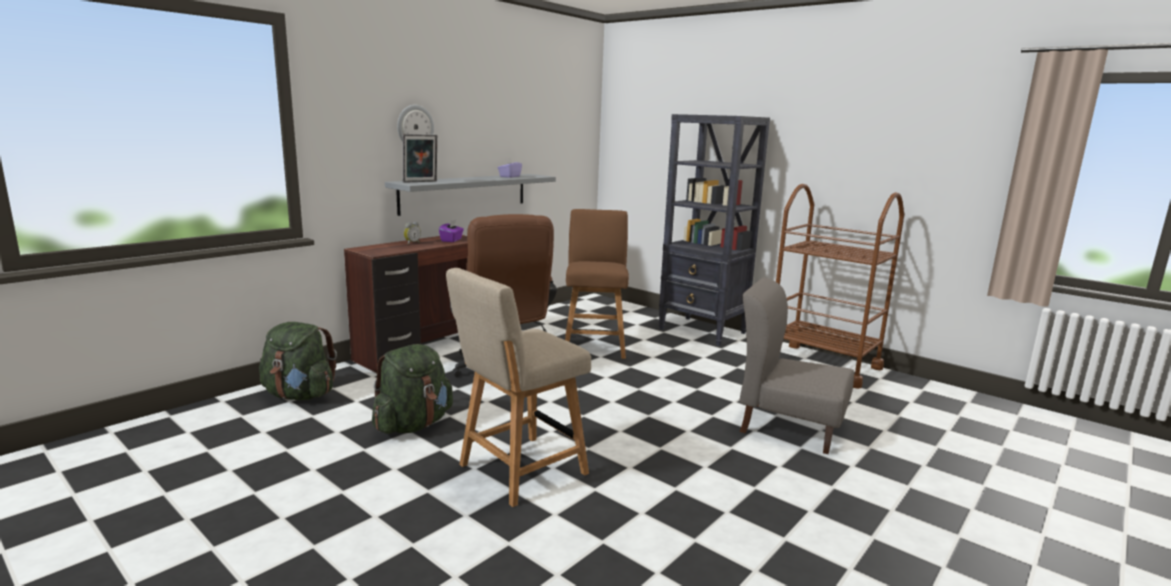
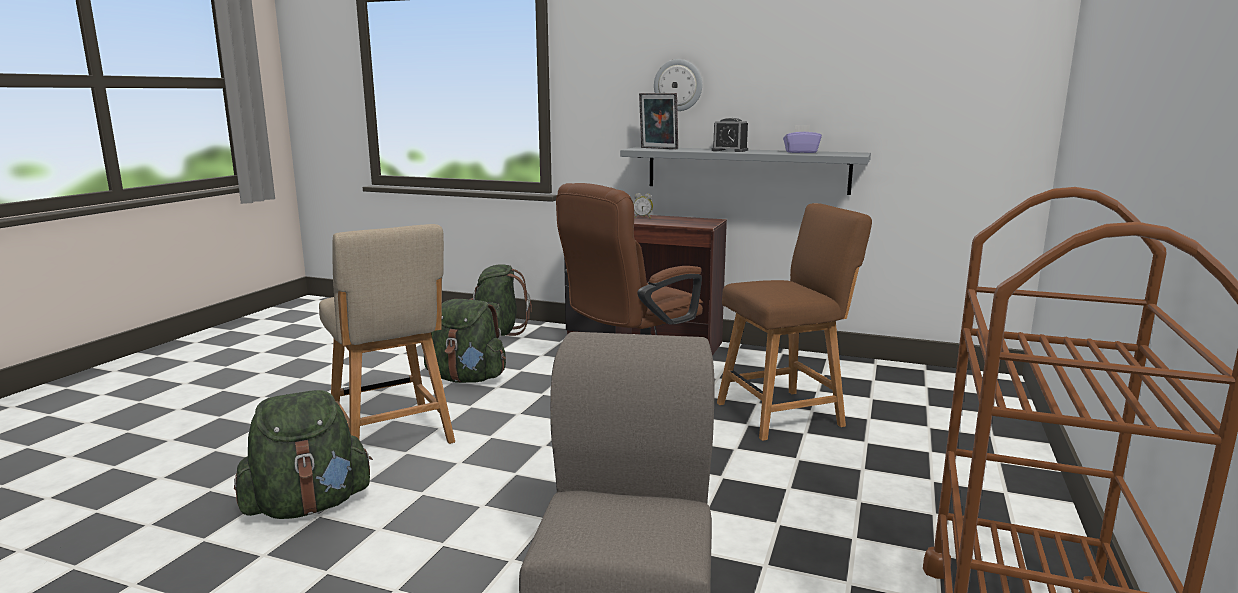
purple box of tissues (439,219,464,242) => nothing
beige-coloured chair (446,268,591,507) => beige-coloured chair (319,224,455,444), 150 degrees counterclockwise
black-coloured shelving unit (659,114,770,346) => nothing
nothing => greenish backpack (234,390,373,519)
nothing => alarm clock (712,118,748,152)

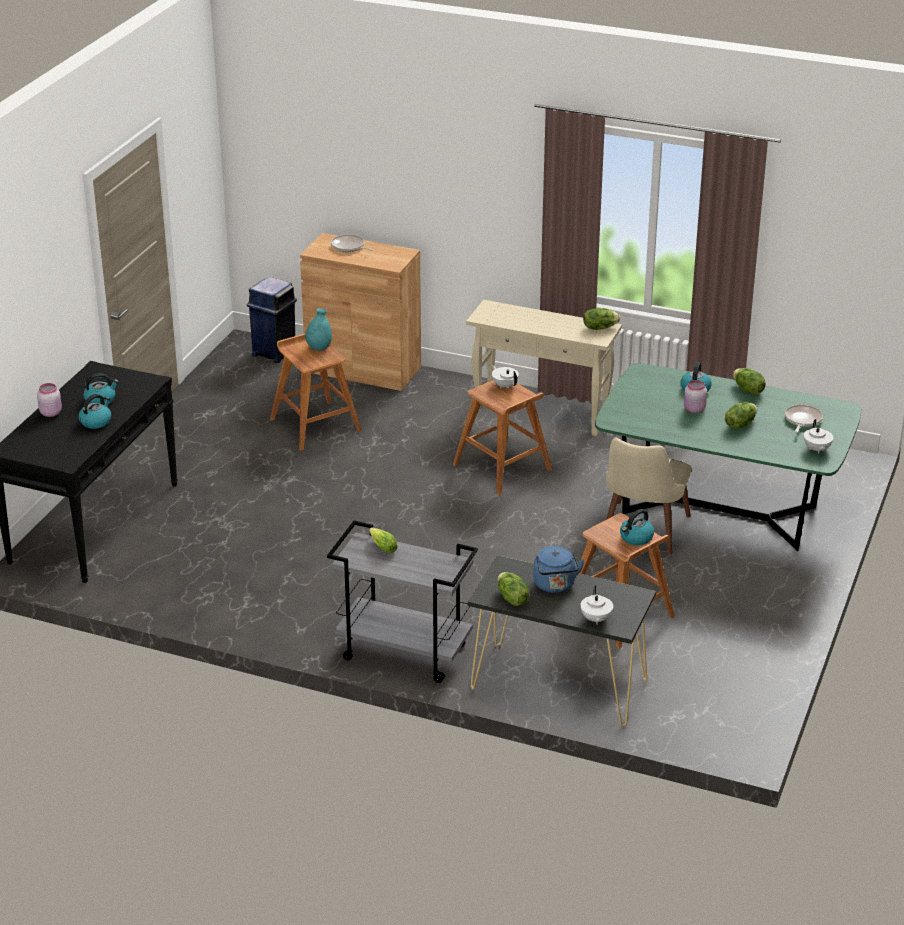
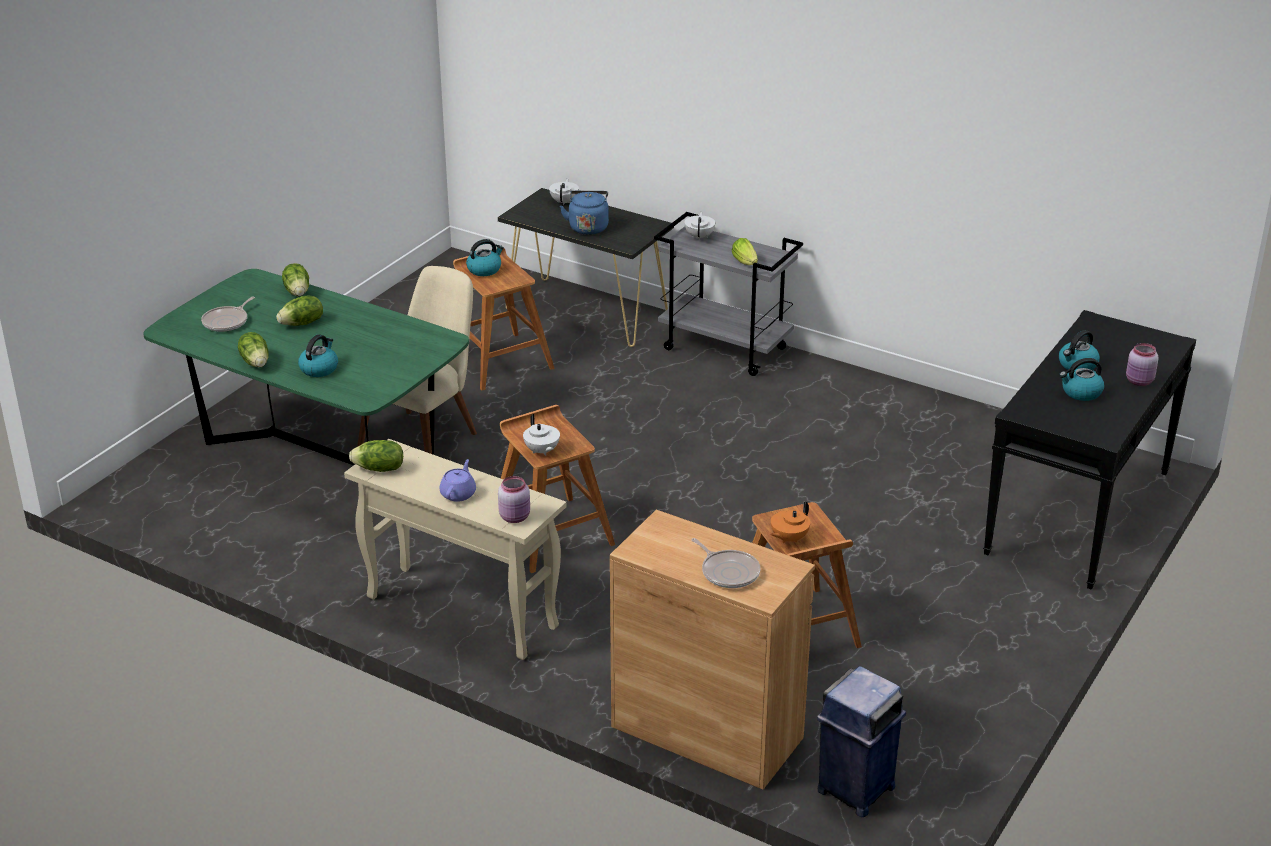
turquoise-coloured flower vase (305,309,332,351) => orange-coloured tea pot (770,501,810,543)
lettuce (498,572,529,606) => lettuce (282,263,309,296), relocated
pink storage jar (684,380,707,413) => pink storage jar (498,476,530,523), relocated
white tea pot (804,419,833,454) => white tea pot (685,212,715,240), relocated
nothing => purple tea pot (440,459,476,502)

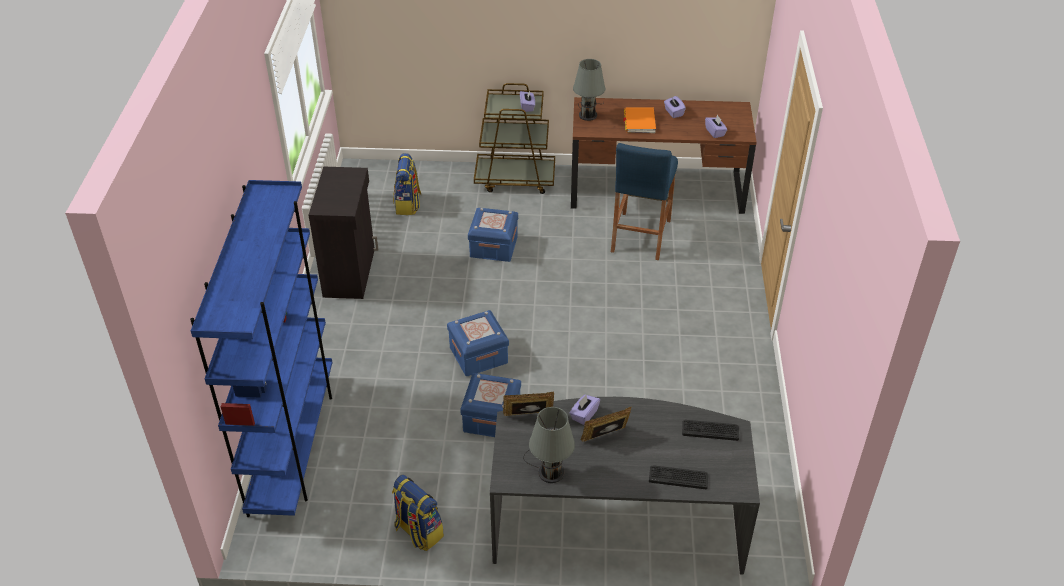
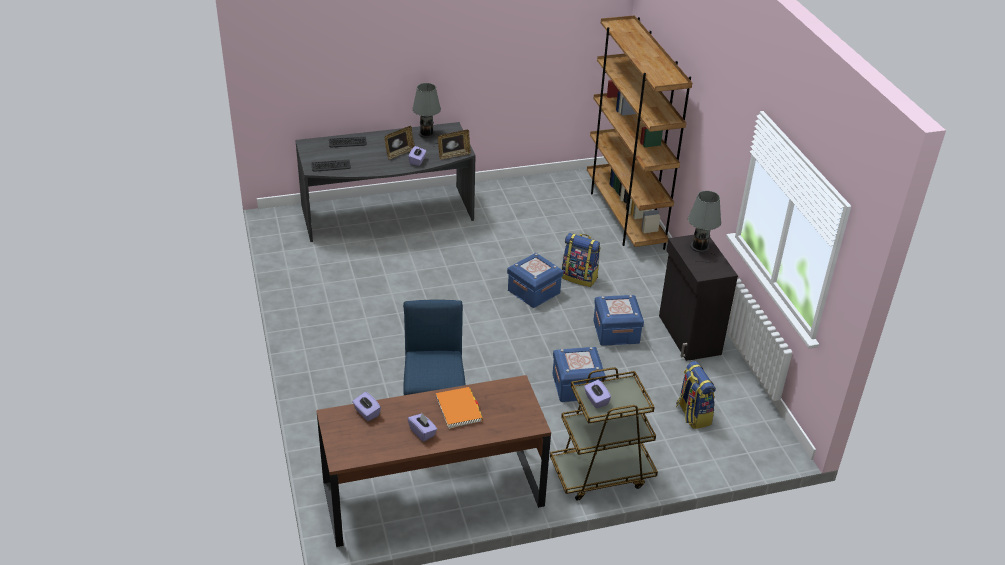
blue-coloured shelving unit (190,180,333,517) => brownish shelving unit (587,15,692,250)
backpack (392,475,444,551) => backpack (562,233,601,287), relocated
blue-coloured storage container (460,373,521,437) => blue-coloured storage container (593,295,644,346), relocated
greyish table lamp (573,59,605,121) => greyish table lamp (688,191,721,264), relocated

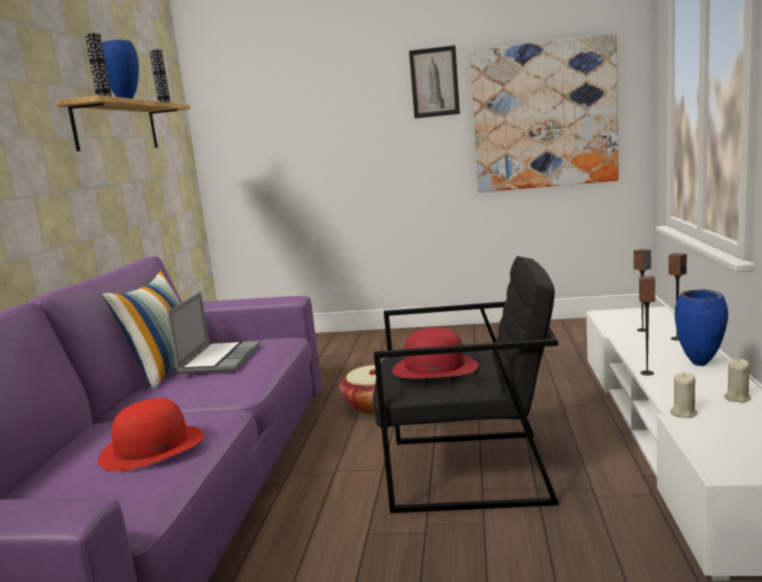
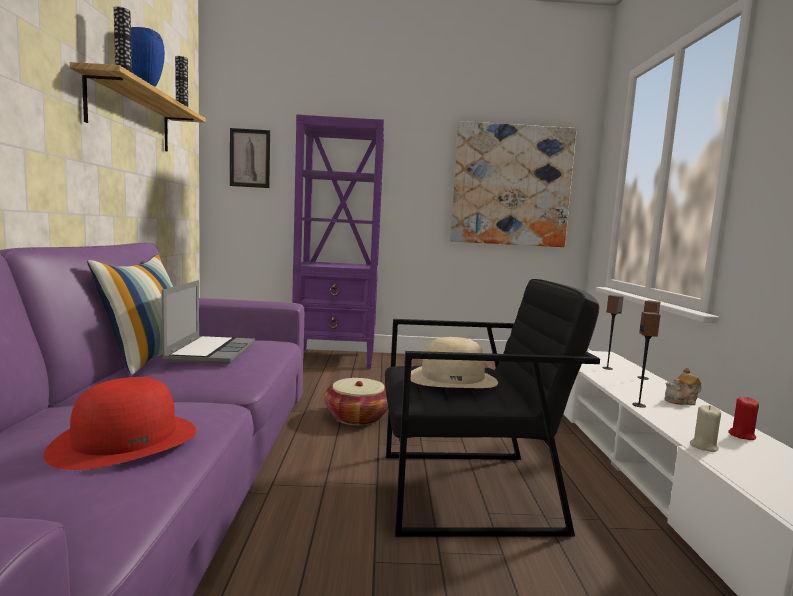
reddish clothing hat (392,328,478,379) => beige-coloured clothing hat (410,337,498,388)
picture (409,45,460,118) => picture (230,128,270,188), relocated
blue-coloured flower vase (675,289,728,366) => tea pot (664,368,702,405)
beige-coloured wax light (724,359,751,403) => reddish wax light (728,397,759,440)
nothing => purple shelving unit (292,114,384,369)

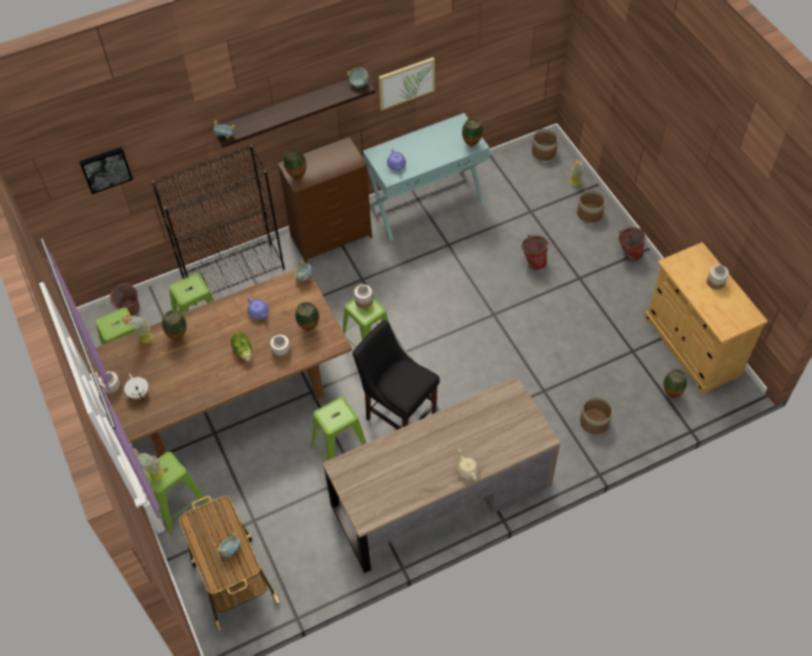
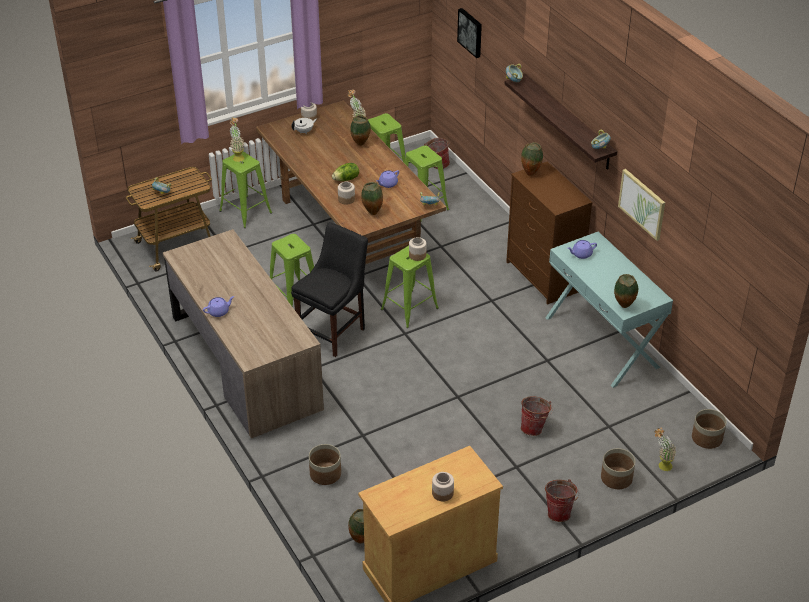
black-coloured shelving unit (151,145,285,305) => nothing
beige-coloured tea pot (456,448,479,481) => purple tea pot (203,296,234,317)

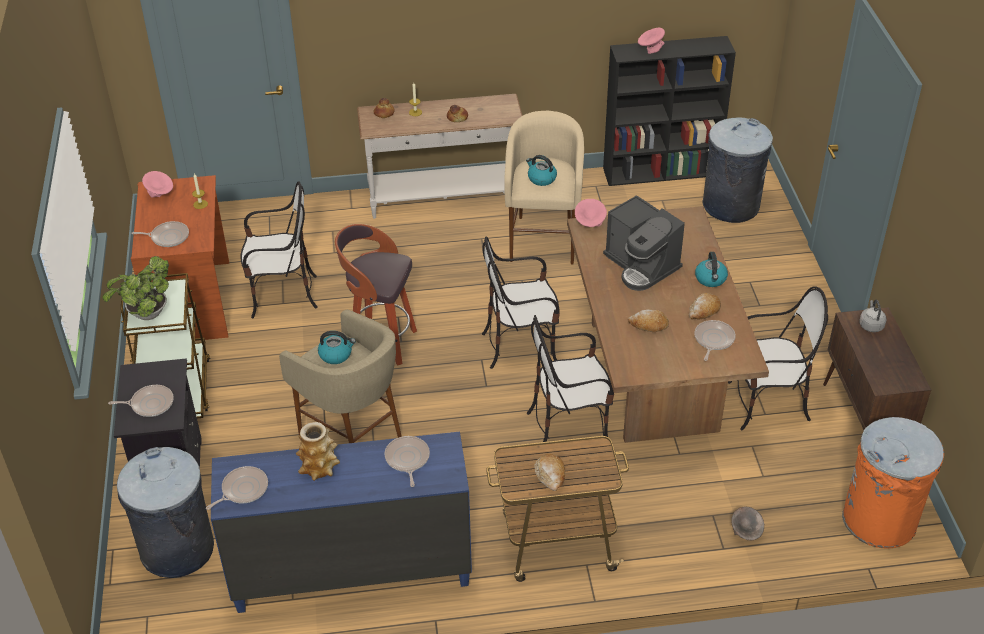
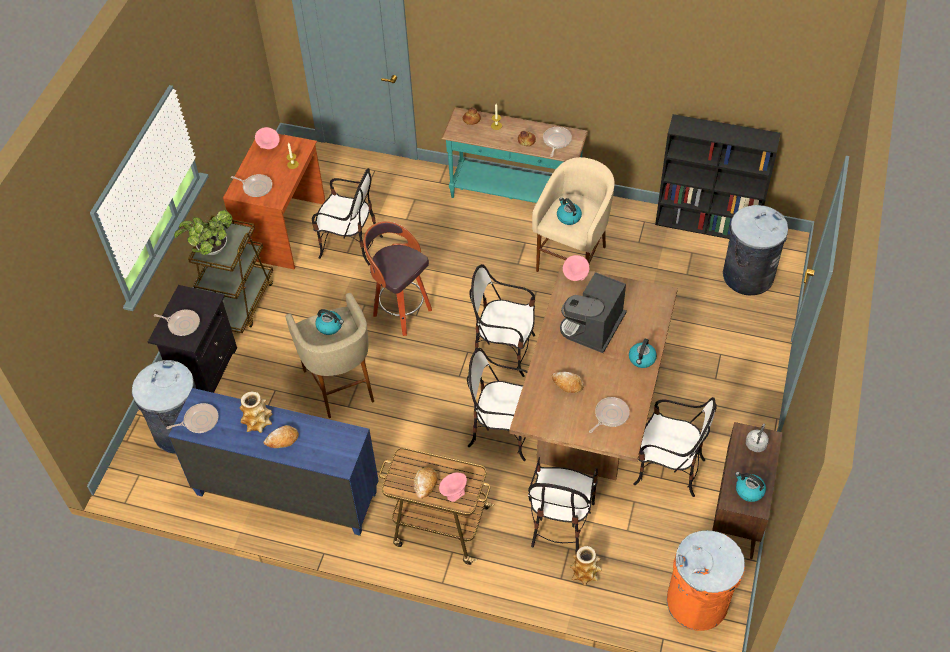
white console table (357,94,523,219) => turquoise-coloured console table (441,107,588,203)
skillet (385,436,430,487) => skillet (543,127,572,157), relocated
coffee machine (603,195,685,291) => coffee machine (560,272,627,353), 45 degrees clockwise
pink bowl (638,28,665,54) => pink bowl (439,472,467,502), relocated
baked bread (689,293,721,320) => baked bread (264,425,299,448), relocated
greyish bowl (731,506,764,541) => flower vase (570,546,602,586)
nothing => chair (528,457,598,554)
nothing => kettle (735,472,766,502)

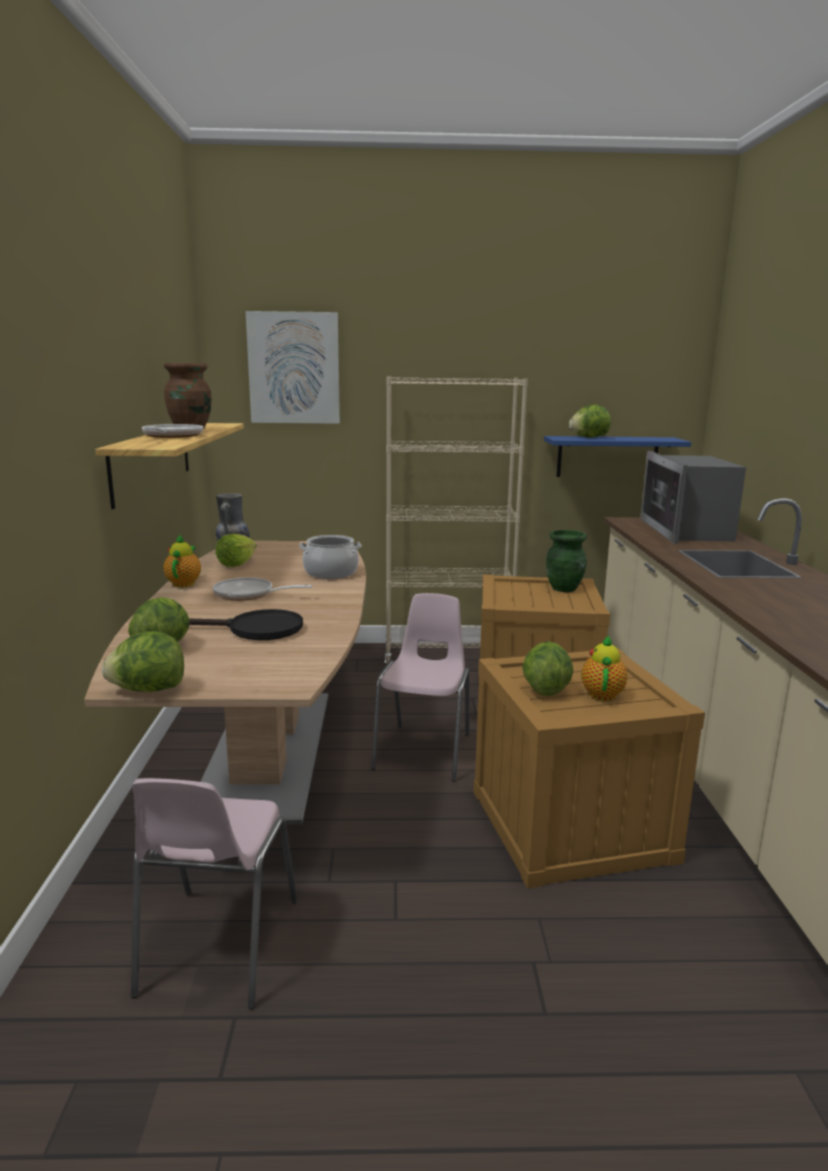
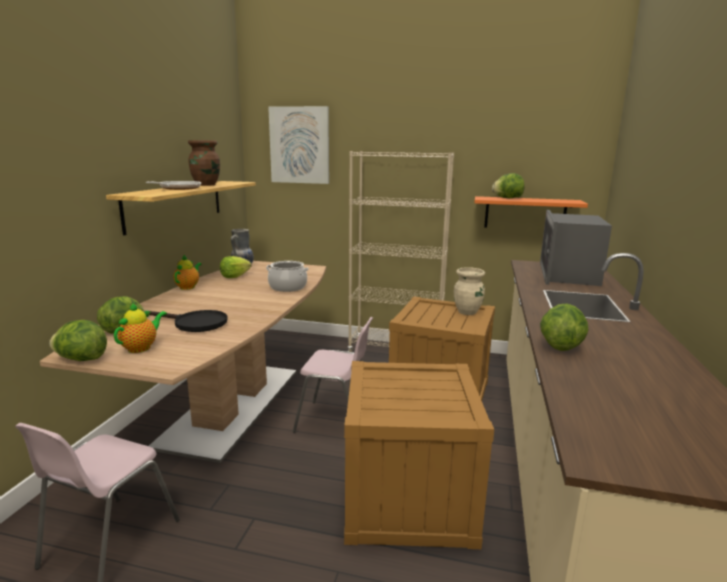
skillet (213,577,313,601) => nothing
pink chair (371,593,469,782) => pink chair (293,317,373,433), 75 degrees clockwise
lettuce (522,641,574,696) => lettuce (540,303,589,351), relocated
blue-coloured wall shelf (544,436,691,477) => orange-coloured wall shelf (474,196,588,227)
greenish flower vase (546,530,587,592) => beige-coloured flower vase (454,267,485,315)
tea pot (581,634,628,701) => tea pot (114,303,167,353), relocated

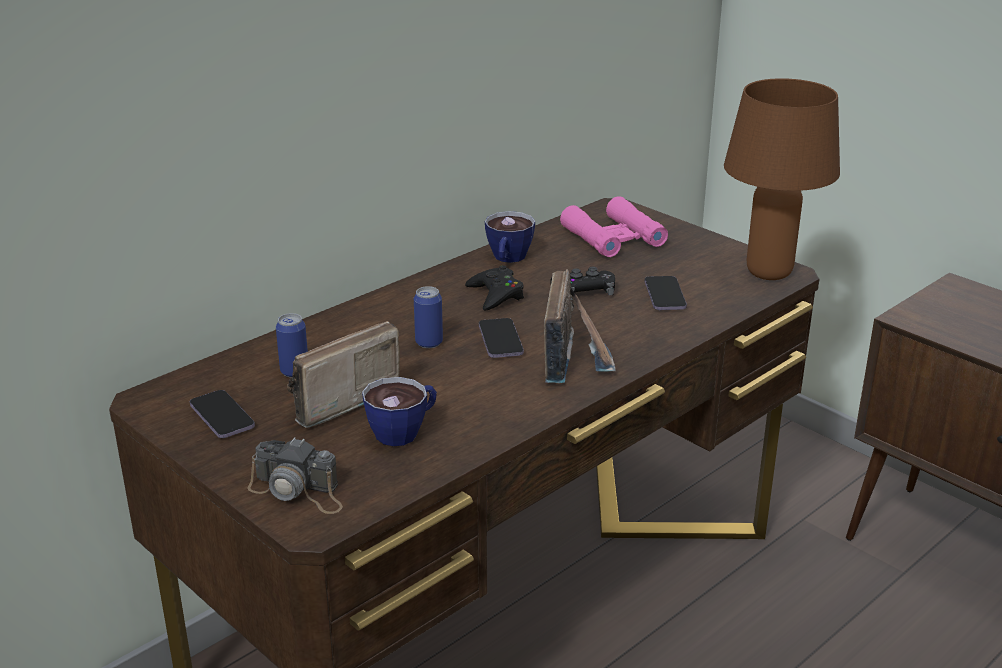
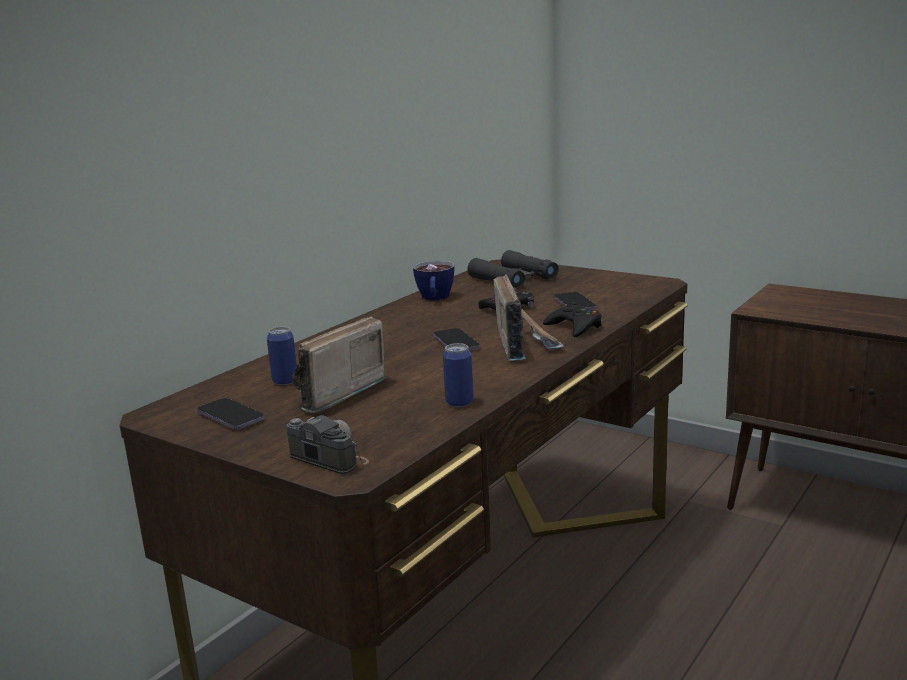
still camera (247,437,343,514) => still camera (286,415,369,474), 150 degrees counterclockwise
small cup (362,377,437,446) => nothing
can (414,286,443,348) => can (443,343,474,407), relocated
black-coloured gamepad (465,265,524,310) => black-coloured gamepad (543,302,602,337), relocated
pink binoculars (560,196,668,257) => black-coloured binoculars (467,250,559,288)
brownish table lamp (724,78,840,280) => nothing

